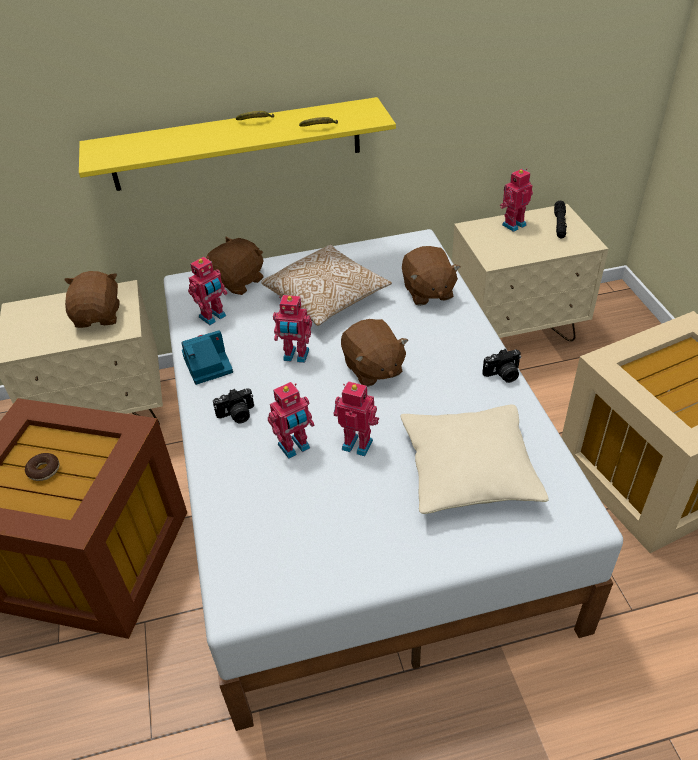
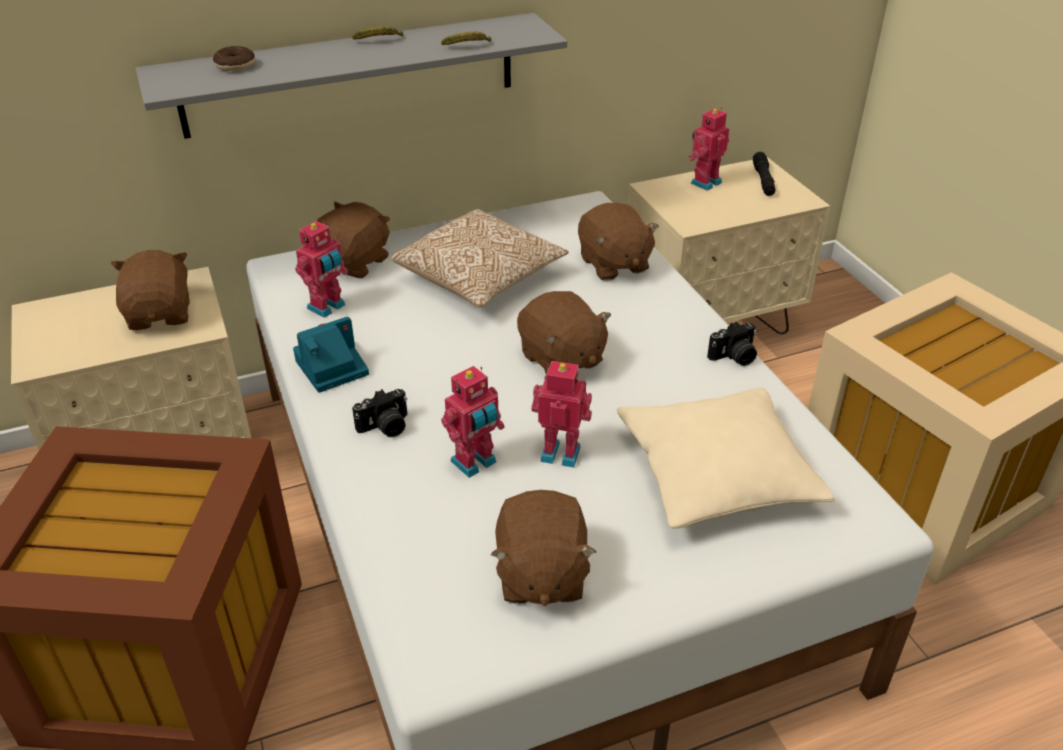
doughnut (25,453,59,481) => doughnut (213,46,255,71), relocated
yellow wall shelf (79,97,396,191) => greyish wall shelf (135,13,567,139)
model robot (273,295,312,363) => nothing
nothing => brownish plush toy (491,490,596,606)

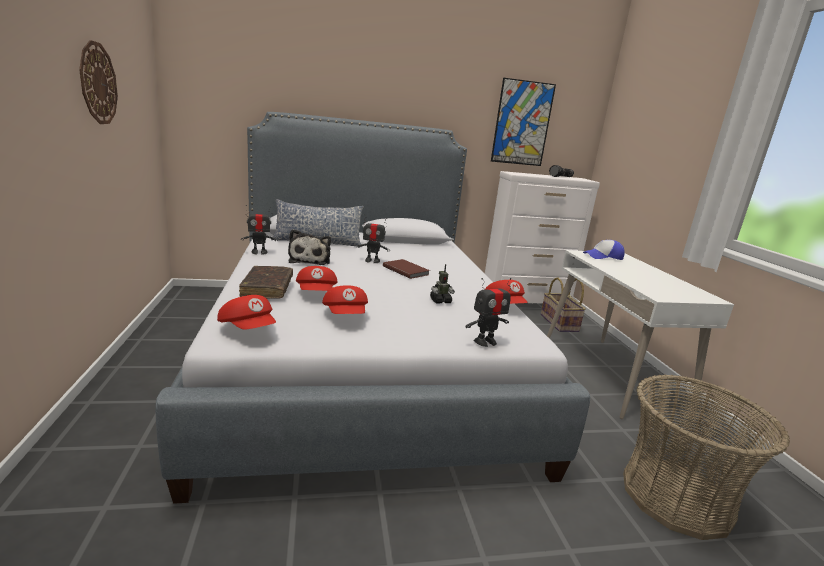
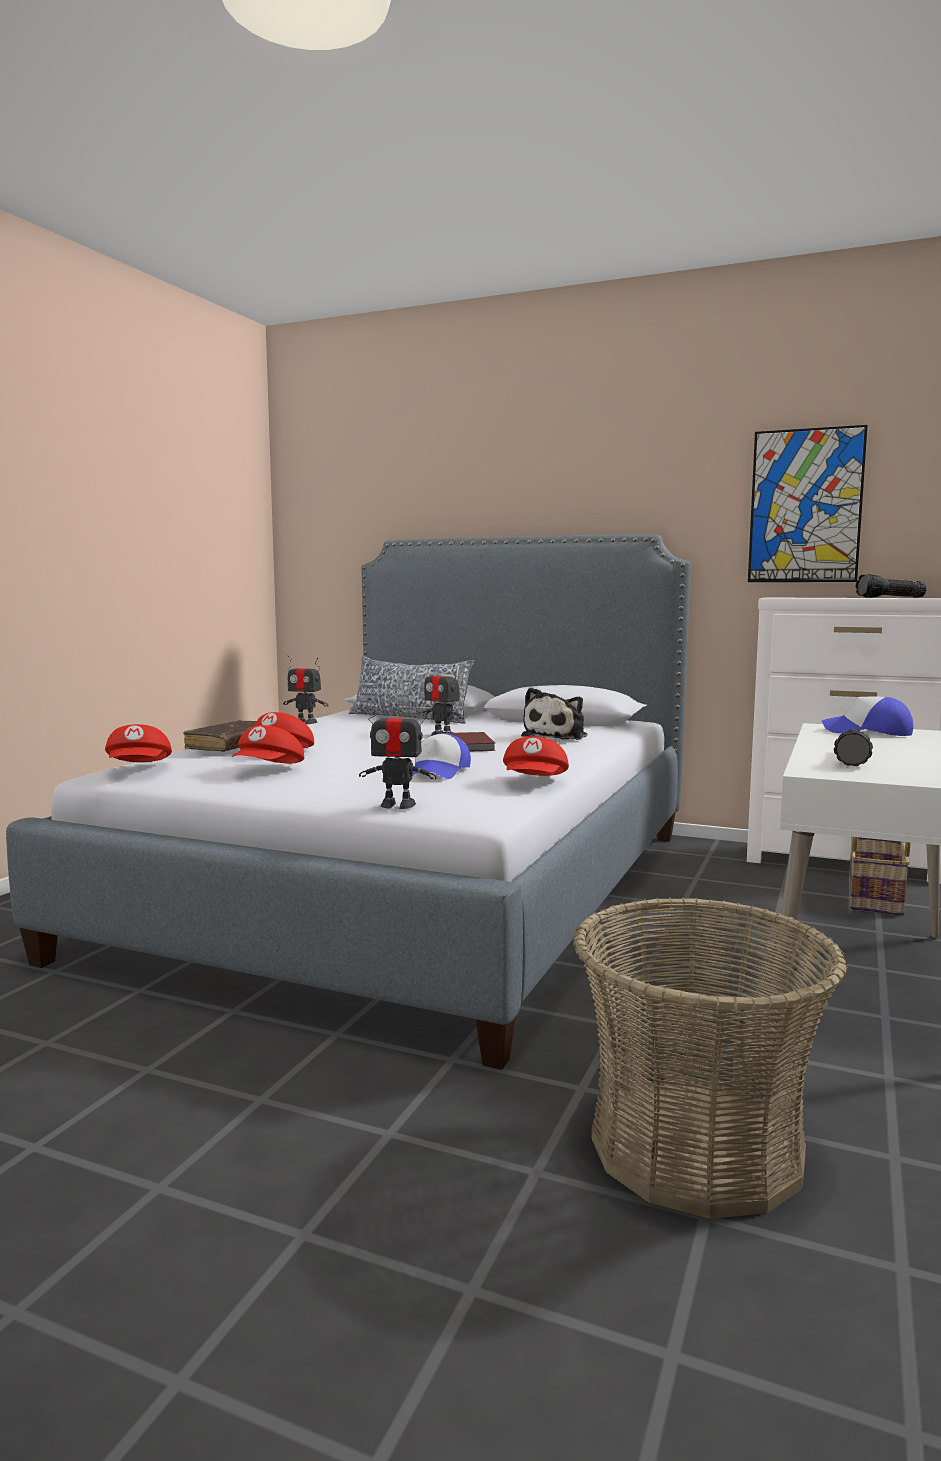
hanging clock (79,40,118,124) => nothing
plush toy (288,229,331,265) => plush toy (521,688,587,740), relocated
model robot (430,264,455,303) => cap (412,733,471,779)
nothing => hand torch (834,729,873,766)

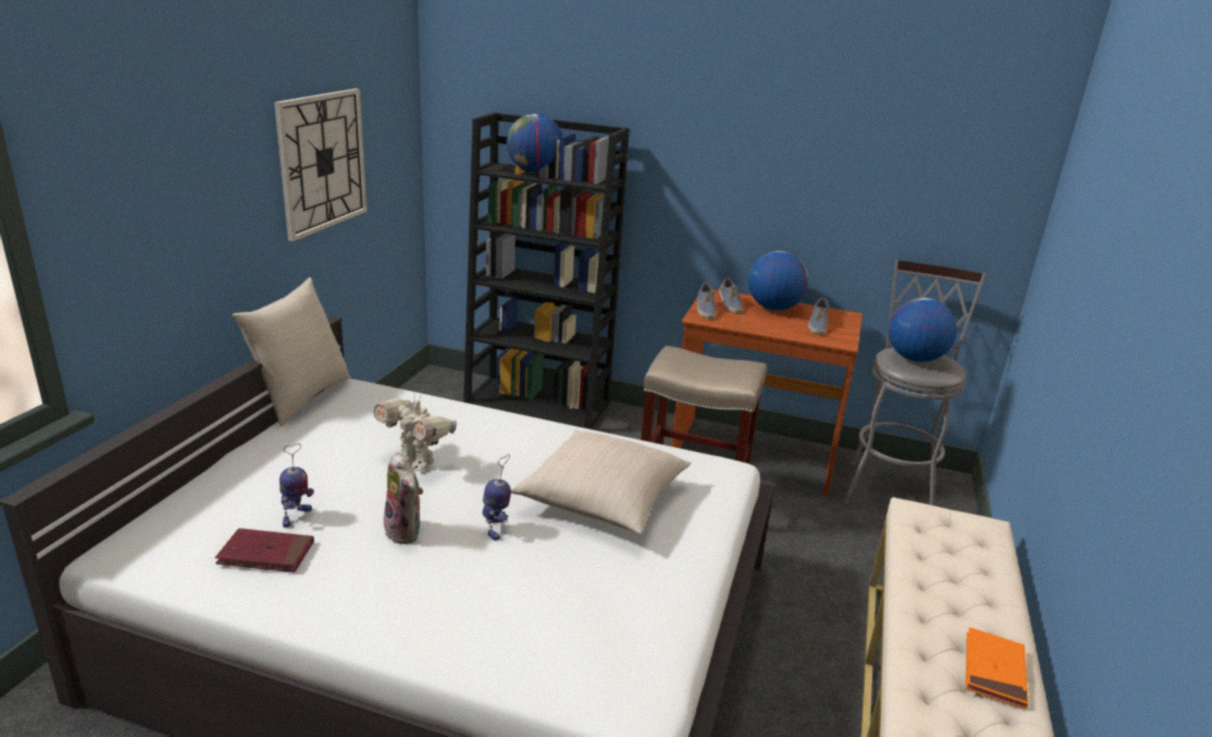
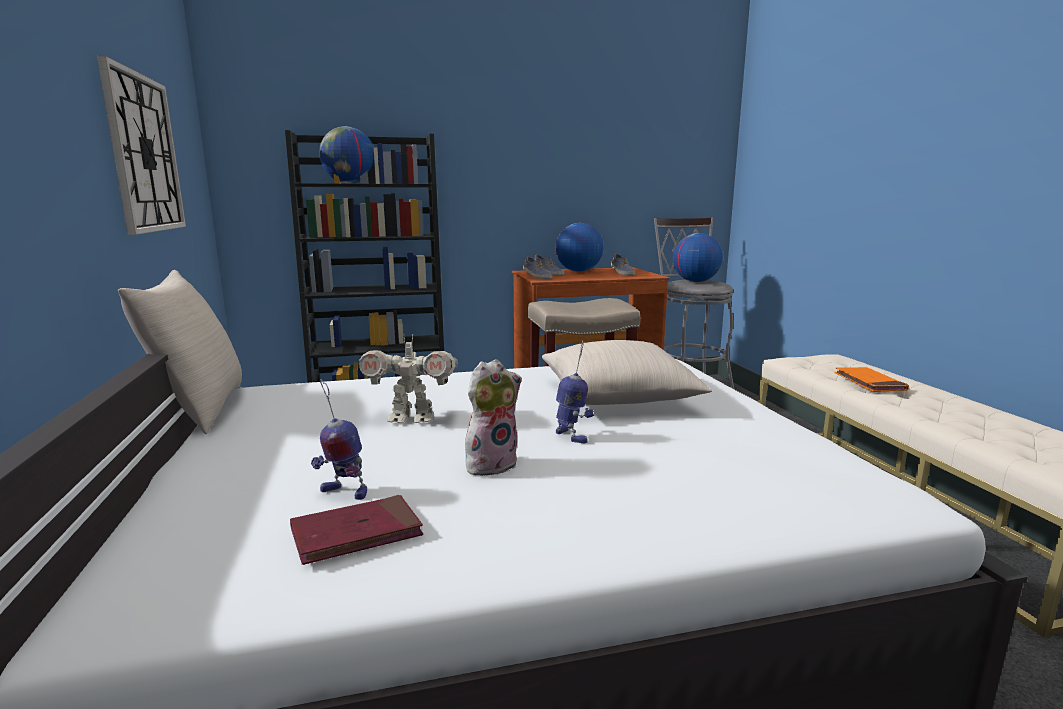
model robot (279,444,314,528) => model robot (311,379,367,500), 120 degrees clockwise
plush toy (383,452,423,544) => plush toy (465,359,522,476), 60 degrees counterclockwise
orange-coloured book (966,627,1028,709) => orange-coloured book (834,367,909,392), relocated

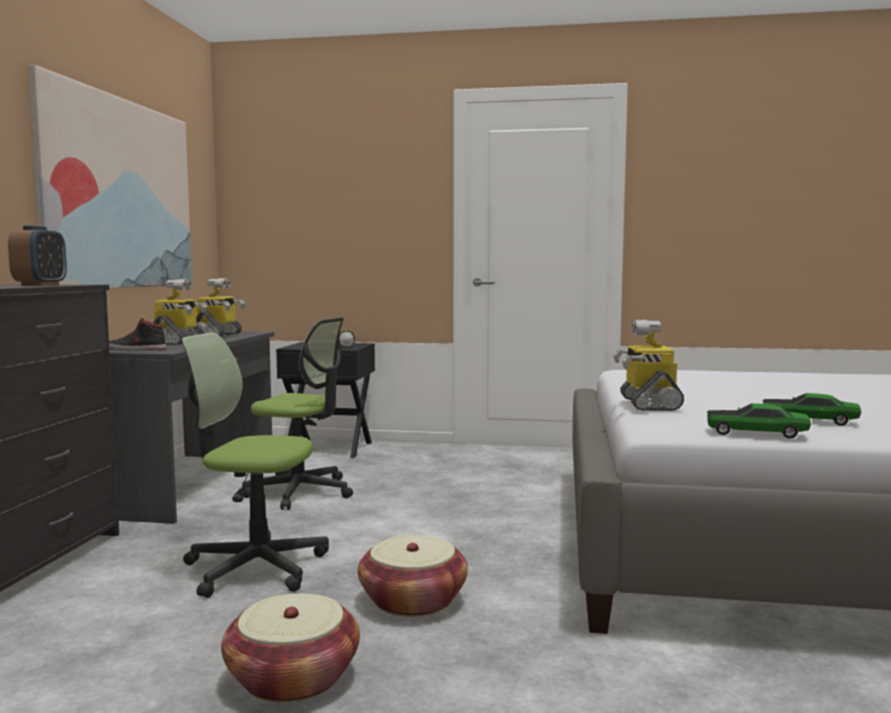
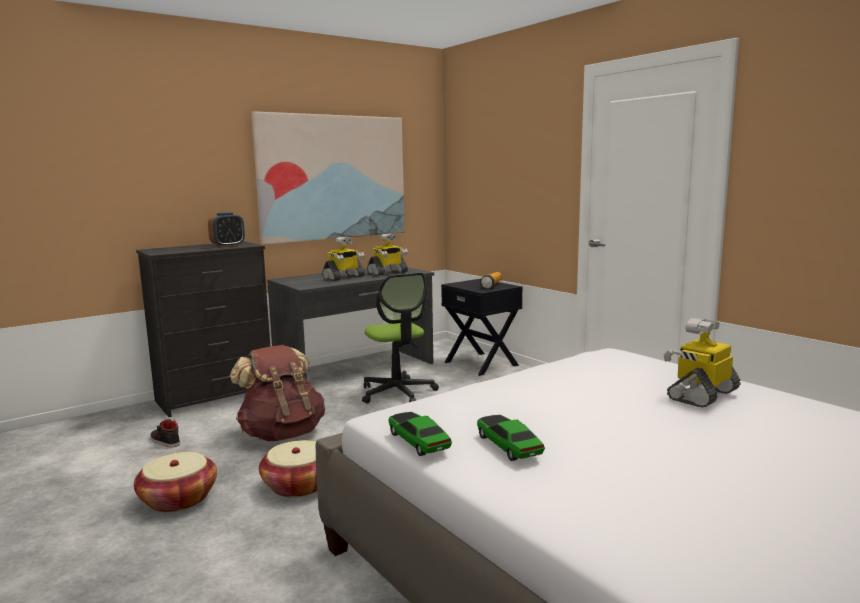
black-coloured shoe (109,318,166,350) => black-coloured shoe (150,419,180,448), relocated
desk chair (182,332,329,598) => brownish backpack (230,345,325,441)
model robot (613,320,684,411) => model robot (664,318,741,407), relocated

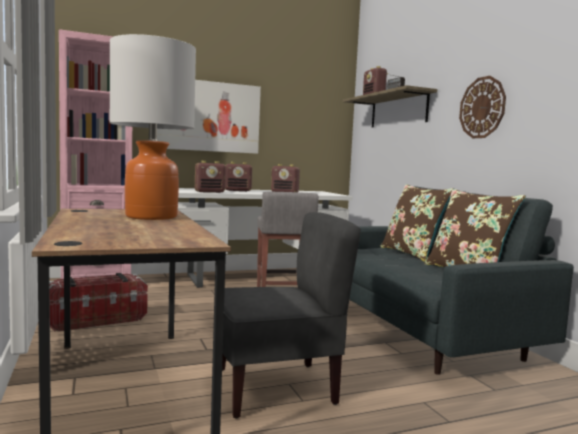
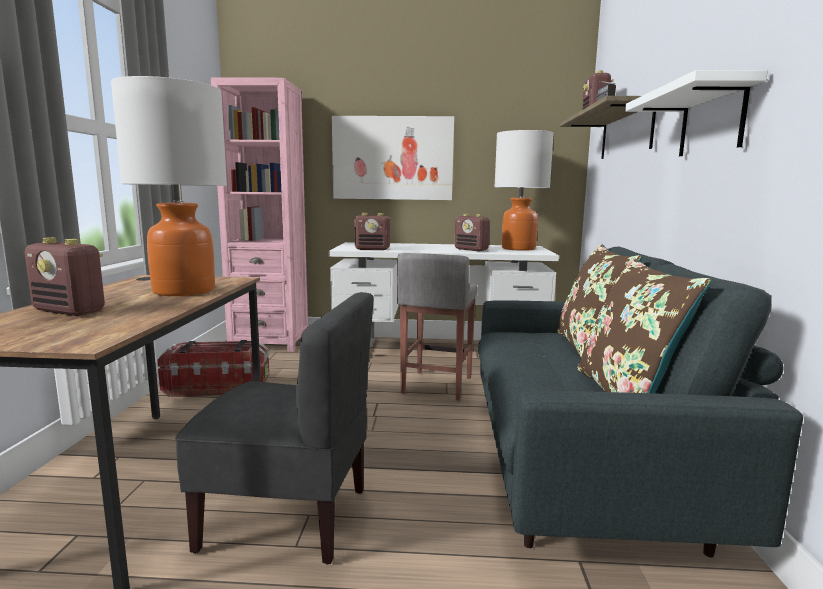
radio receiver (225,162,252,191) => radio receiver (25,237,105,316), relocated
hanging clock (459,76,506,138) => white wall shelf (625,70,768,156)
nothing => table lamp (494,130,554,251)

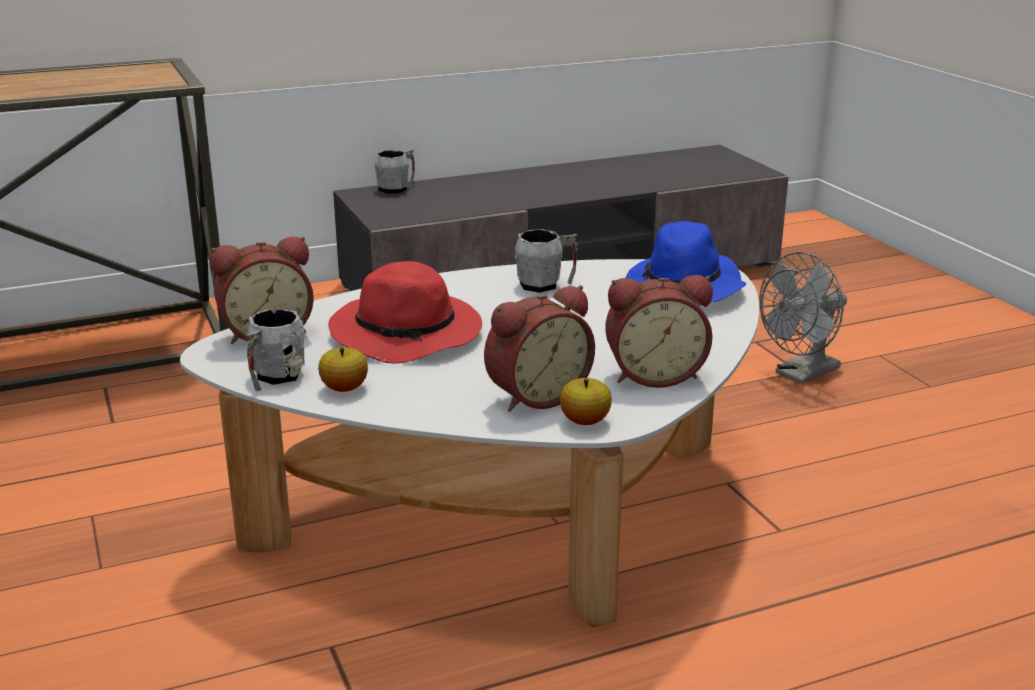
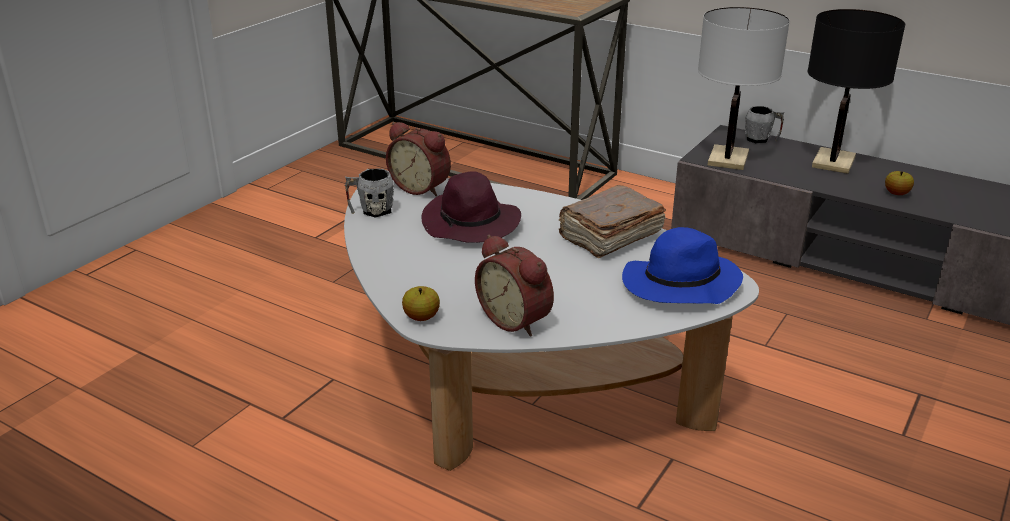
apple (318,347,368,392) => apple (885,171,914,195), relocated
reddish clothing hat (328,261,482,364) => purple clothing hat (422,171,521,243)
alarm clock (484,285,595,412) => nothing
greyish tea mug (515,229,578,293) => brownish book (558,185,666,258)
greyish fan (759,252,847,384) => nothing
nothing => white table lamp (698,7,790,170)
nothing => black-coloured table lamp (807,9,905,174)

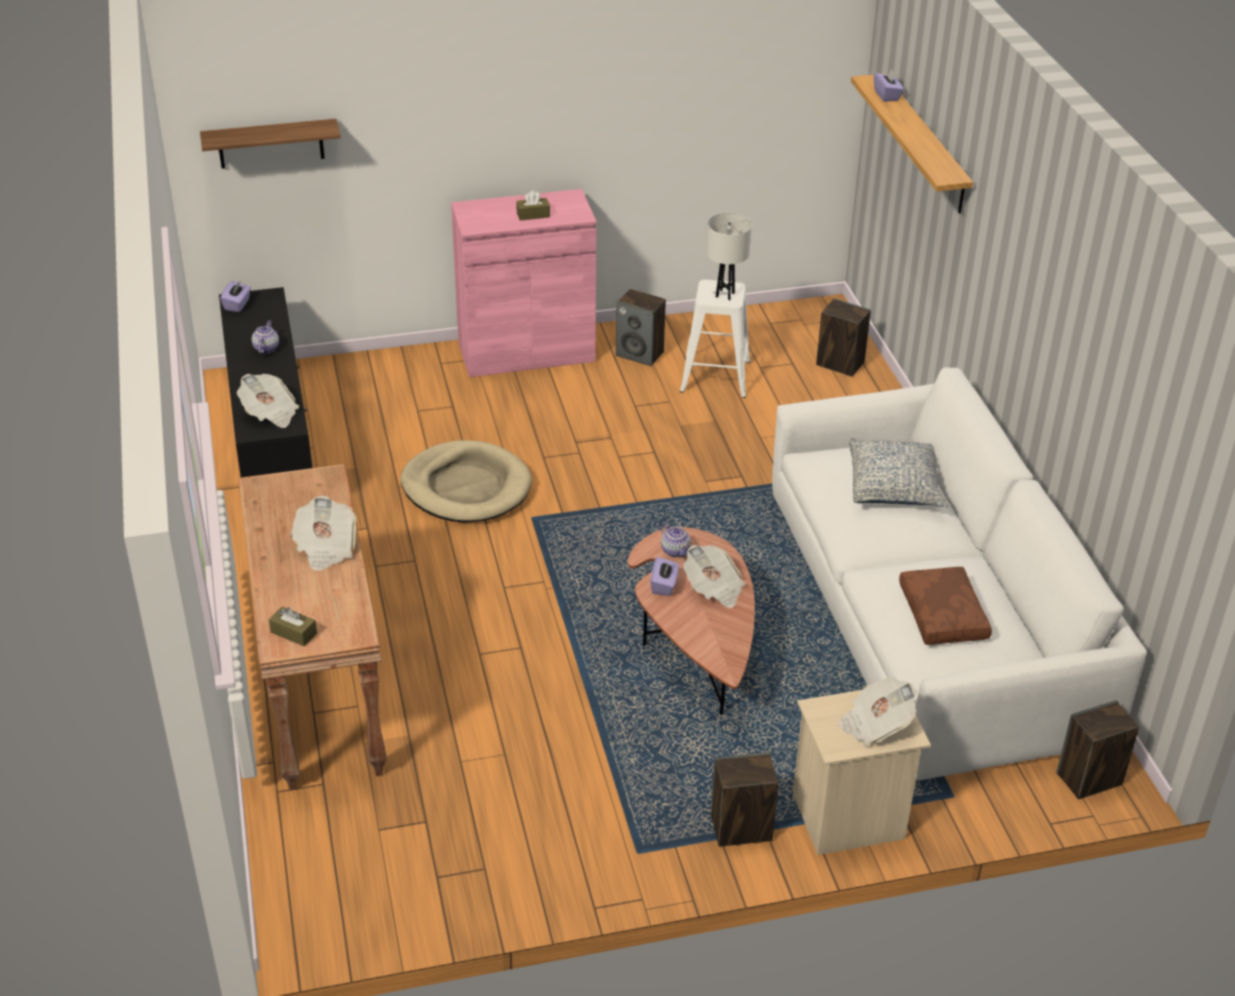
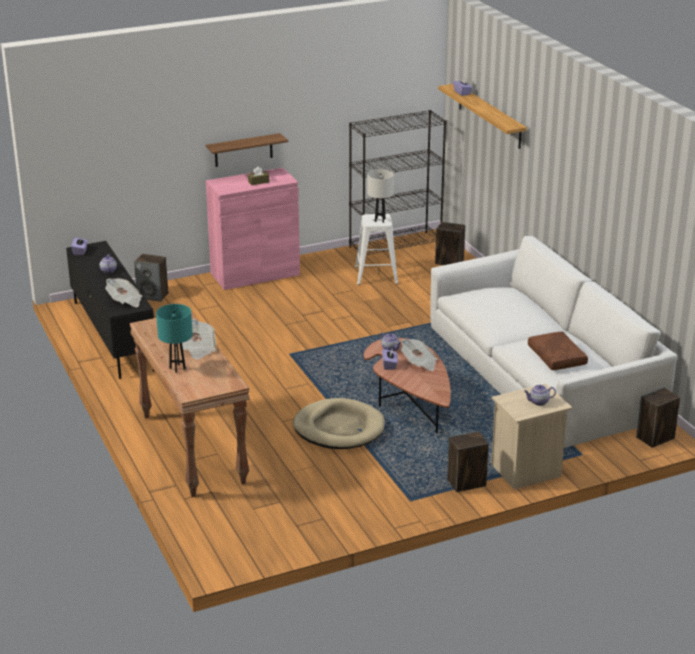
wall shelf (200,119,341,169) => wall shelf (206,133,288,167), relocated
brownish box of tissues (269,607,317,646) => nothing
beige-coloured pet bed (401,440,532,523) => beige-coloured pet bed (293,398,385,449), relocated
loudspeaker (616,289,666,366) => loudspeaker (134,254,168,302), relocated
newspaper (838,677,917,746) => tea pot (524,385,556,406)
throw pillow (850,438,948,507) => nothing
nothing => turquoise-coloured table lamp (156,304,193,373)
nothing => black-coloured shelving unit (349,110,446,255)

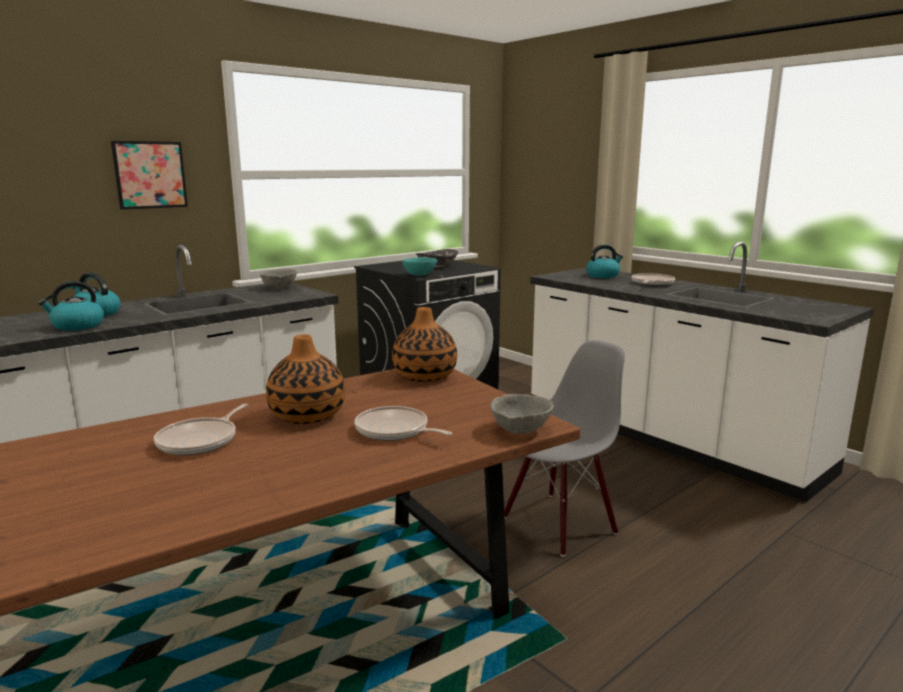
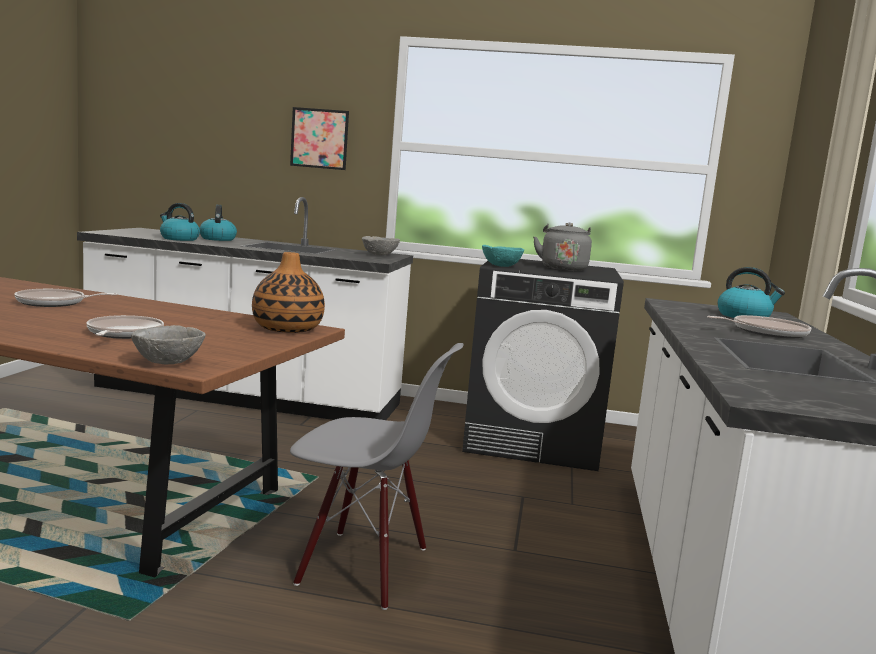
flower vase (266,334,345,424) => nothing
bowl (416,249,458,268) => greyish kettle (533,222,592,271)

